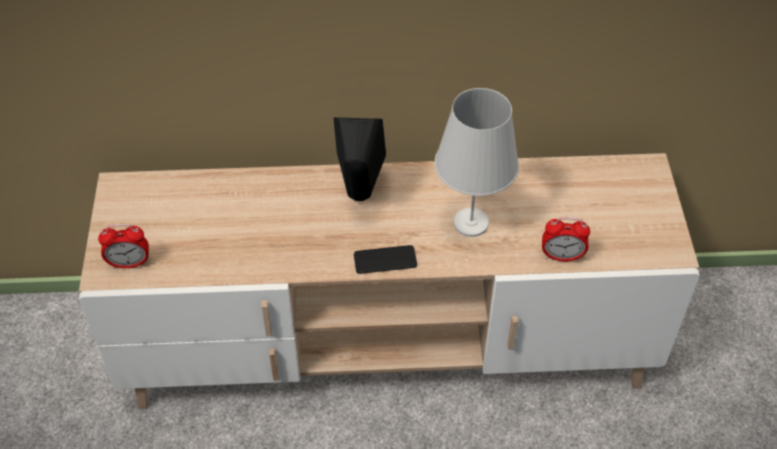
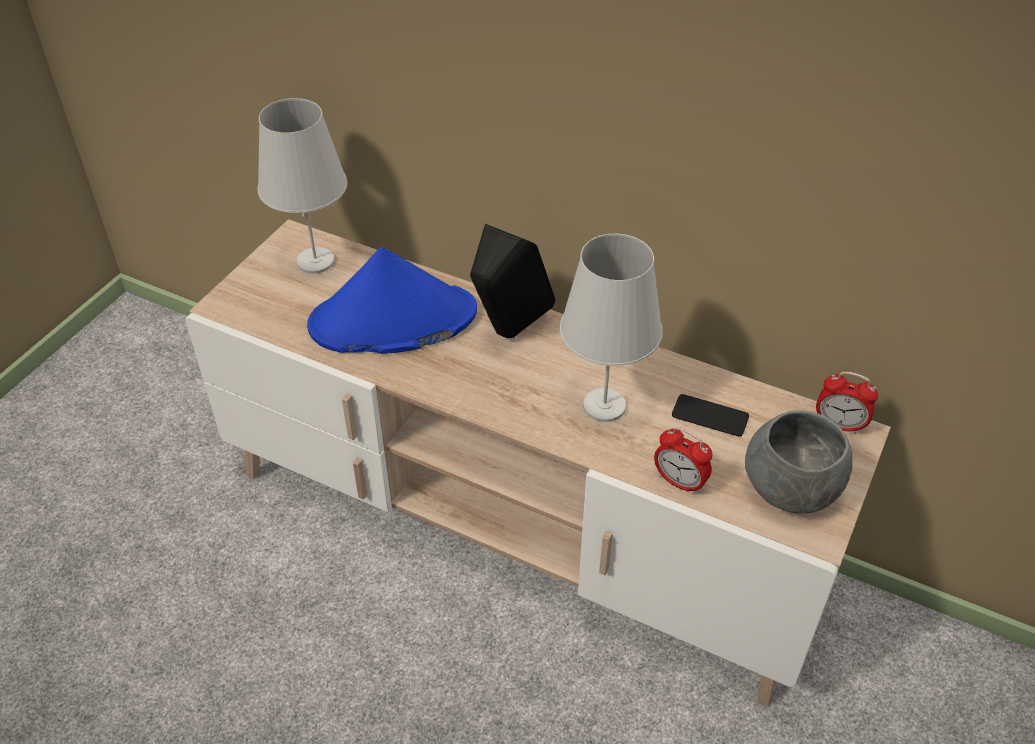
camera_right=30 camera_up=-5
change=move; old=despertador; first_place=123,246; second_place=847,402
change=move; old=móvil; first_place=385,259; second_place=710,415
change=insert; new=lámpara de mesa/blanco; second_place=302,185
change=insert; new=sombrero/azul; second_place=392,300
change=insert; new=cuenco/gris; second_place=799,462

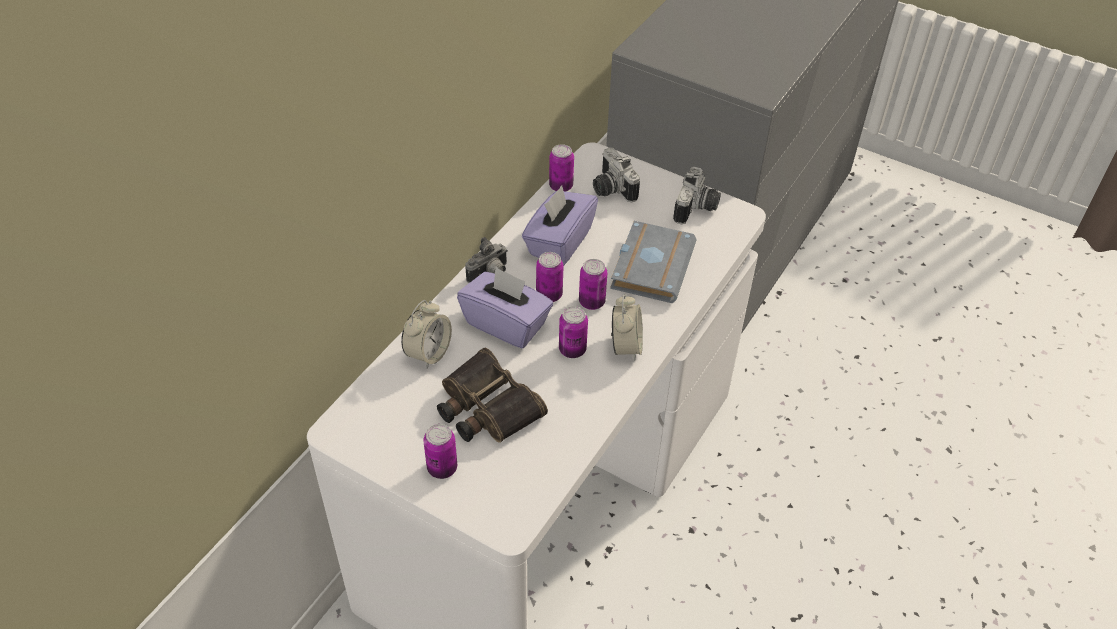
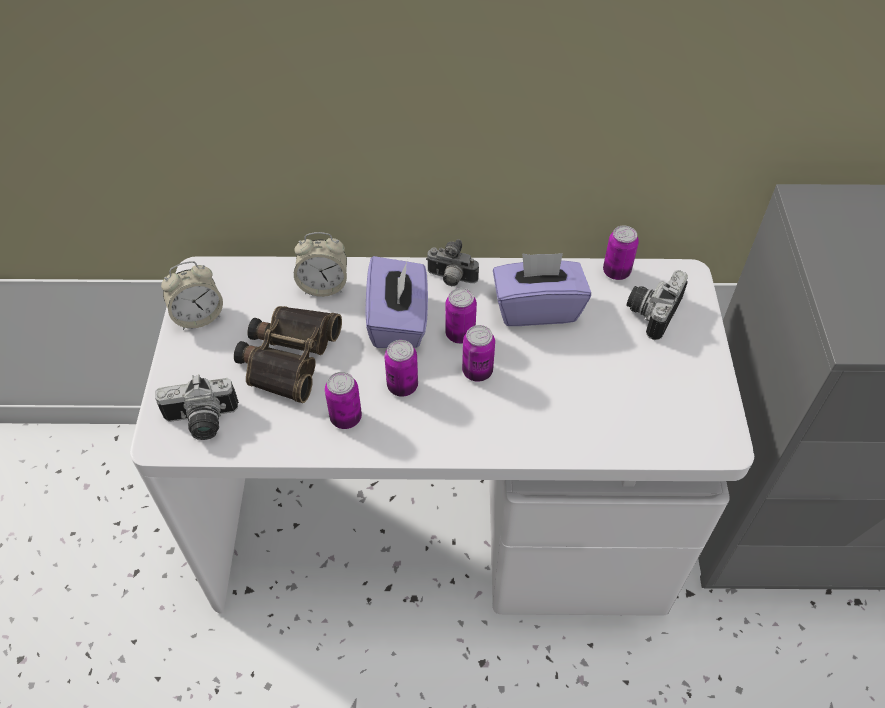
camera_right=60 camera_up=5
change=move; old=cámara; first_place=697,196; second_place=197,407
change=delete; old=libro/gris; first_place=653,262
change=move; old=despertador; first_place=627,327; second_place=192,295
change=move; old=lata; first_place=440,451; second_place=343,400

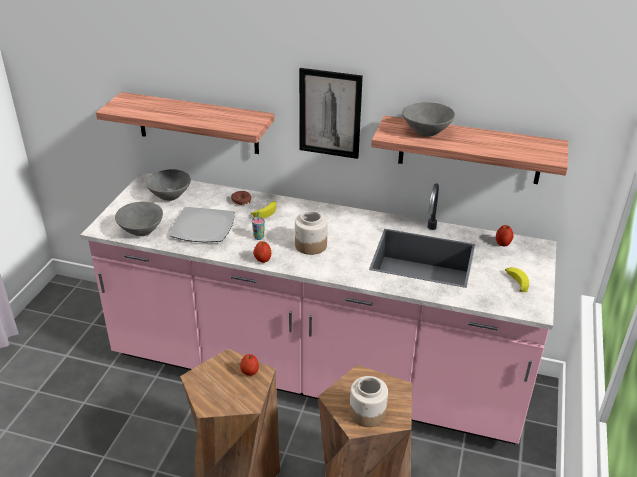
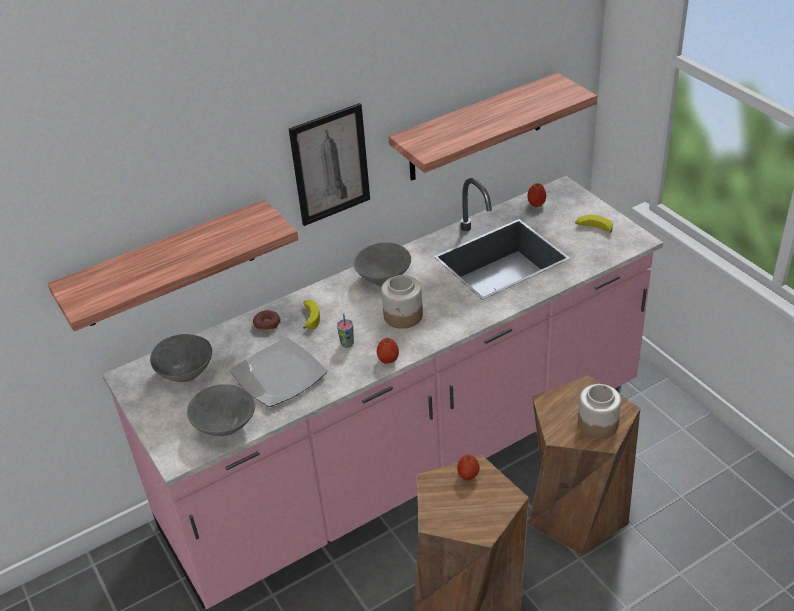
camera_right=-45 camera_up=5
change=move; old=cuenco/gris; first_place=428,119; second_place=382,264

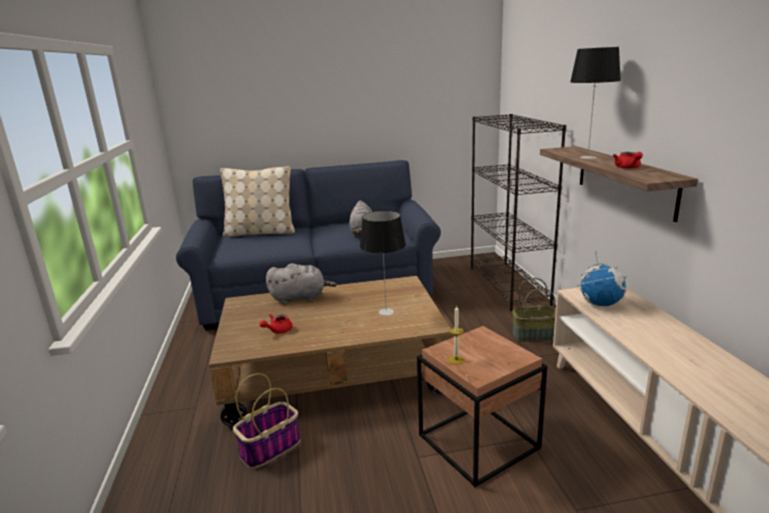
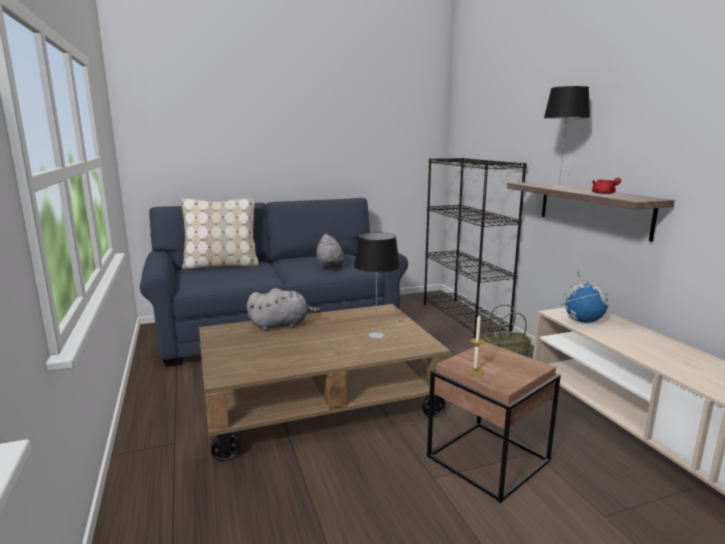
camera_right=-10 camera_up=-5
change=delete; old=tetera/rojo; first_place=276,323
change=delete; old=cesta; first_place=266,421

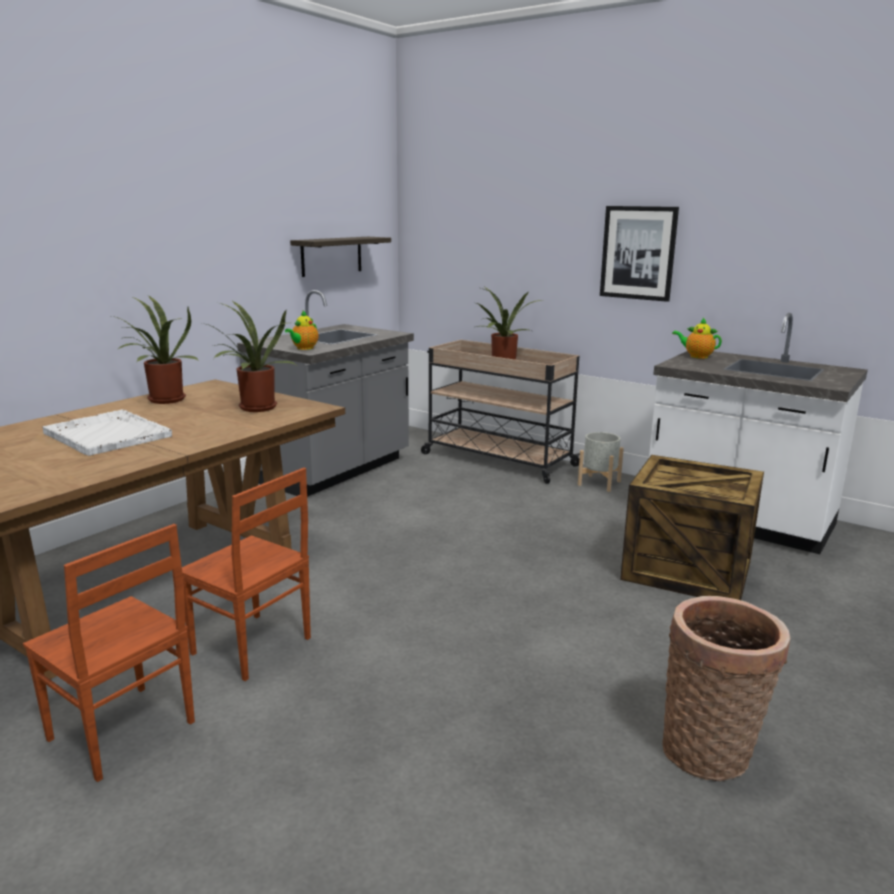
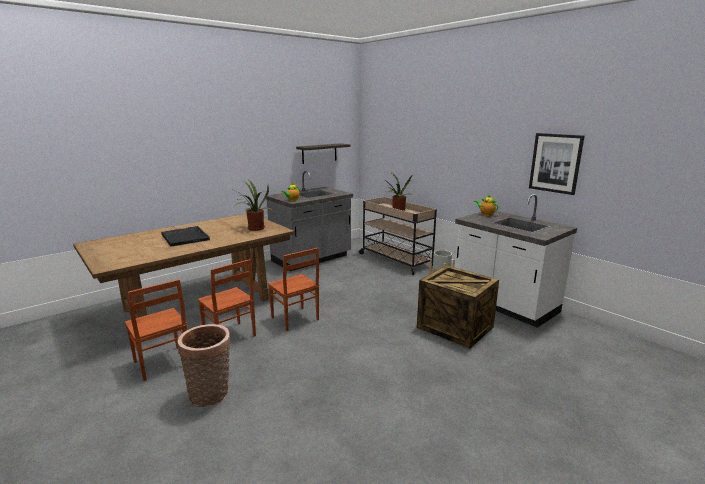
camera_right=15 camera_up=0
change=move; old=cuadro; first_place=639,254; second_place=557,164
change=delete; old=planta en maceta; first_place=155,350
change=recolor; old=bandeja/blanco; new=bandeja/negro; first_place=107,432; second_place=185,236
change=move; old=cesta; first_place=726,688; second_place=204,365
change=insert; new=silla/marrón; second_place=293,289

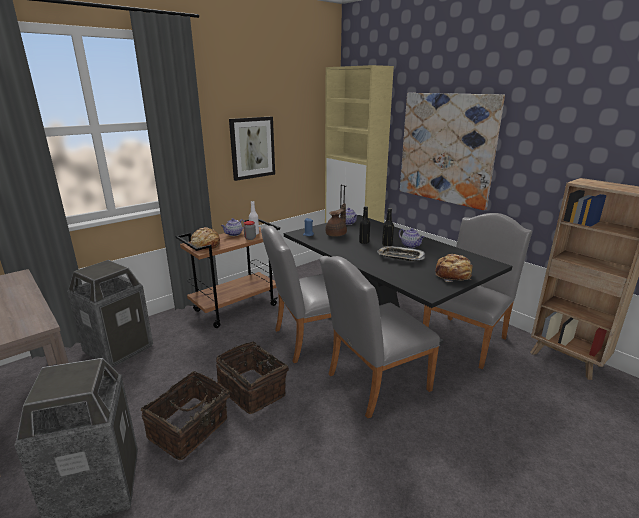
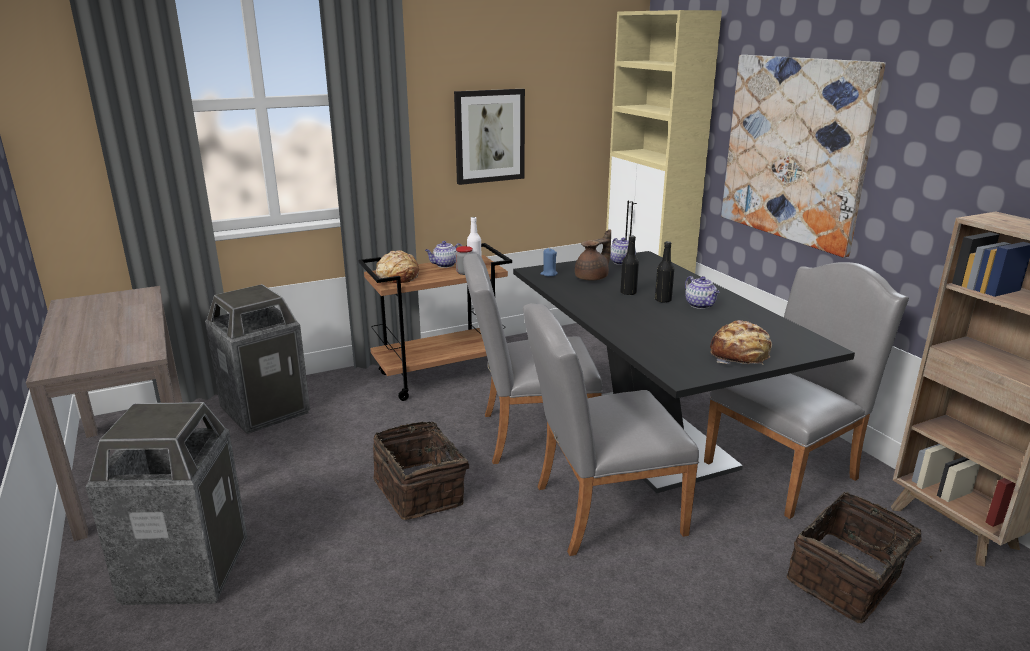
camera_right=15 camera_up=0
change=delete; old=bandeja; first_place=401,253
change=move; old=cesta; first_place=188,415; second_place=864,557

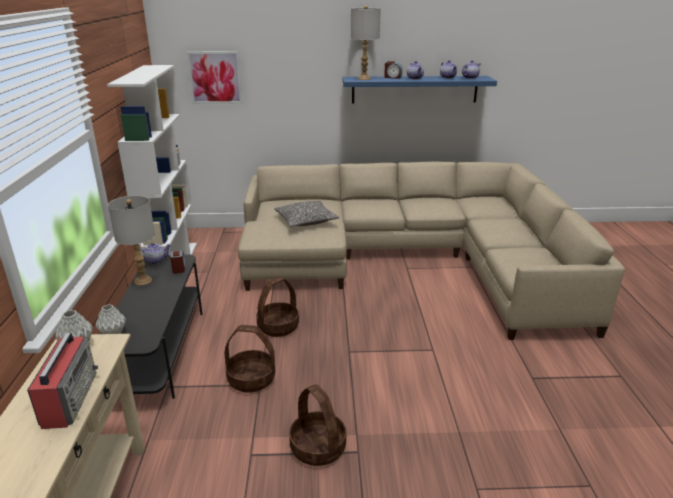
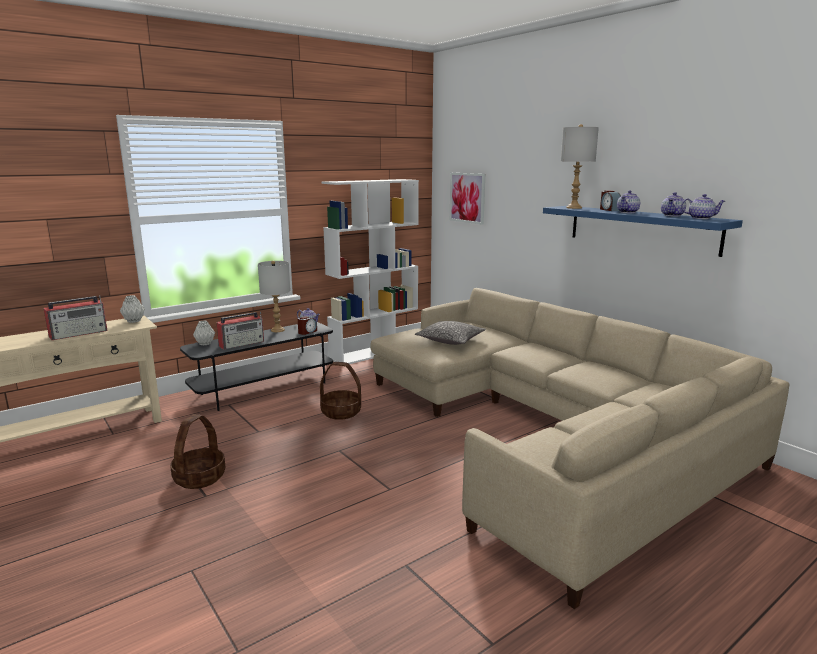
camera_right=55 camera_up=-10
change=delete; old=cesta; first_place=249,359
change=insert; new=radio; second_place=240,331

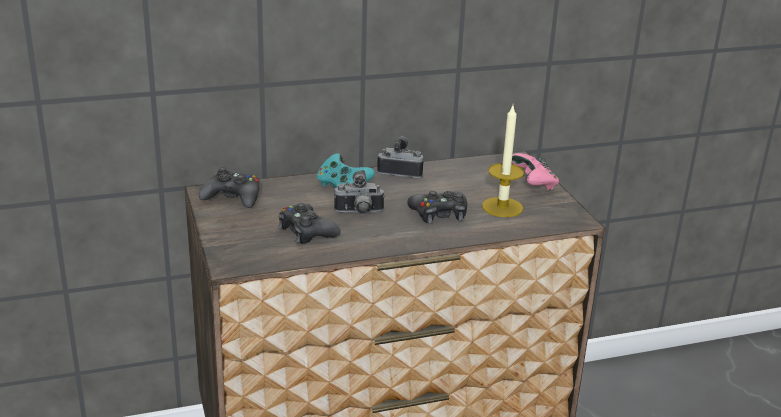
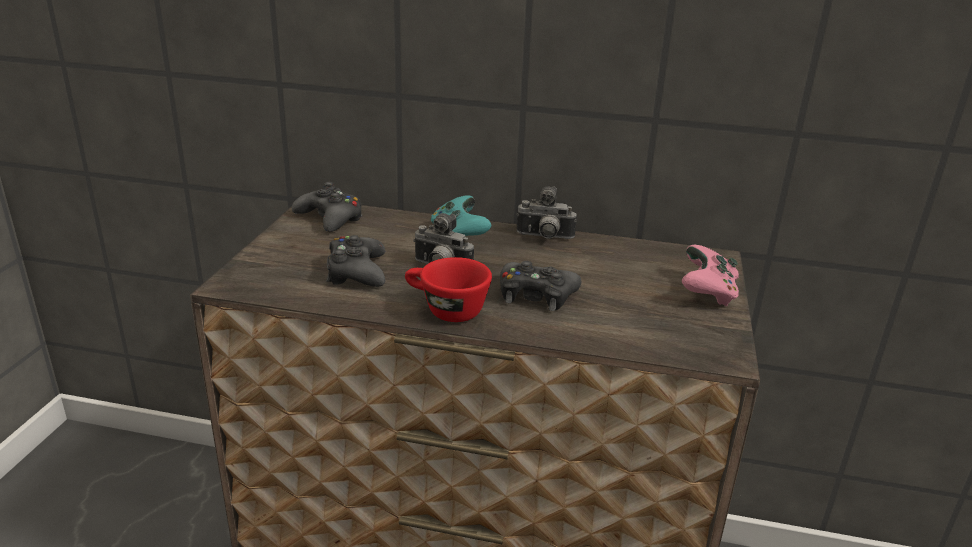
camera_right=30 camera_up=0
change=delete; old=vela; first_place=503,161
change=rotate; old=cámara; first_place=400,156; second_place=546,212; degrees=150
change=insert; new=taza/rojo; second_place=448,289

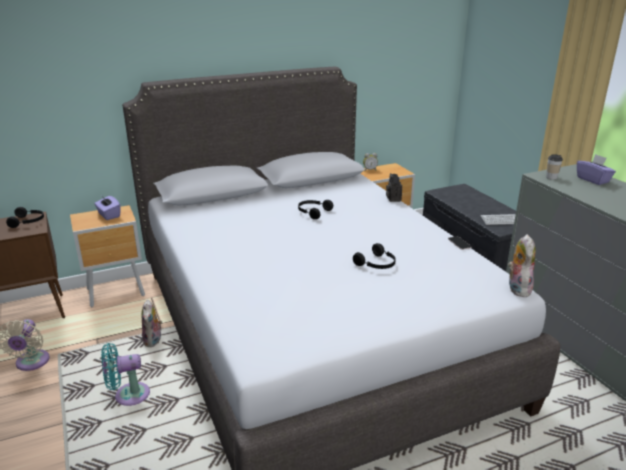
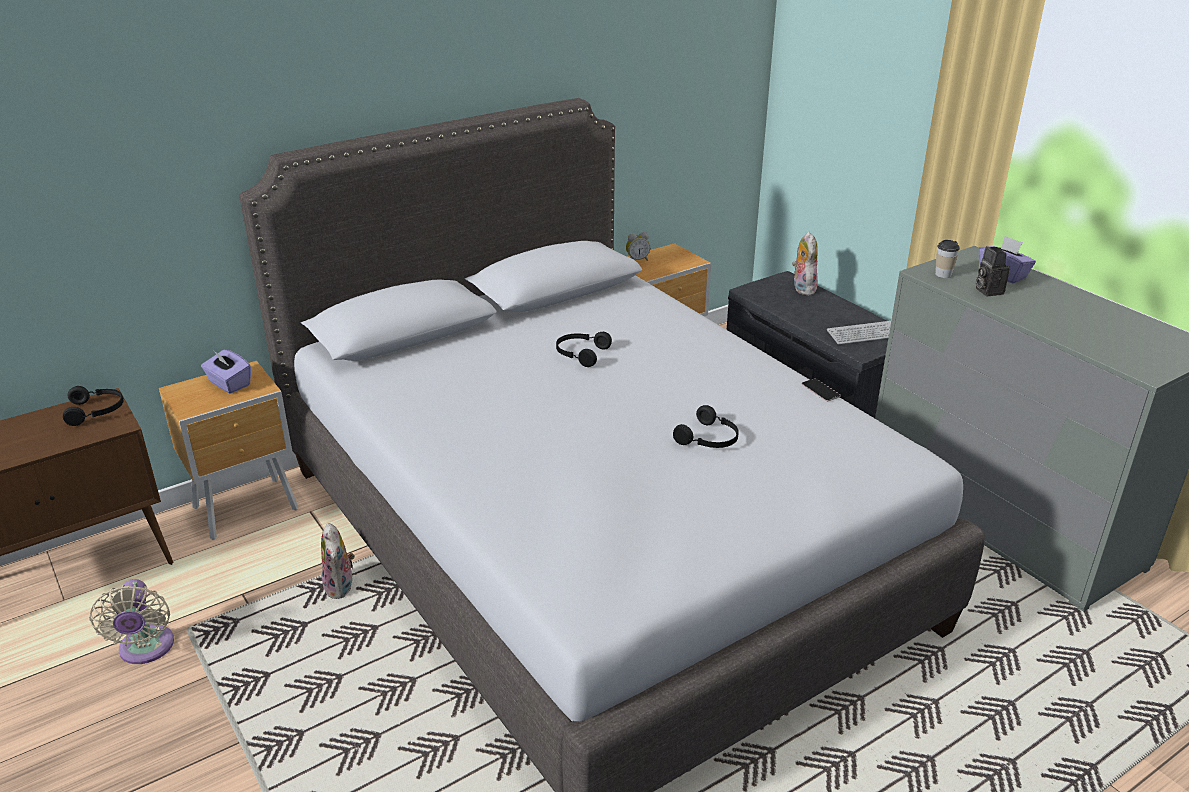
camera_right=-10 camera_up=5
change=move; old=cámara; first_place=394,187; second_place=993,271
change=move; old=peluche; first_place=522,265; second_place=805,263
change=delete; old=ventilador/turquesa; first_place=125,374

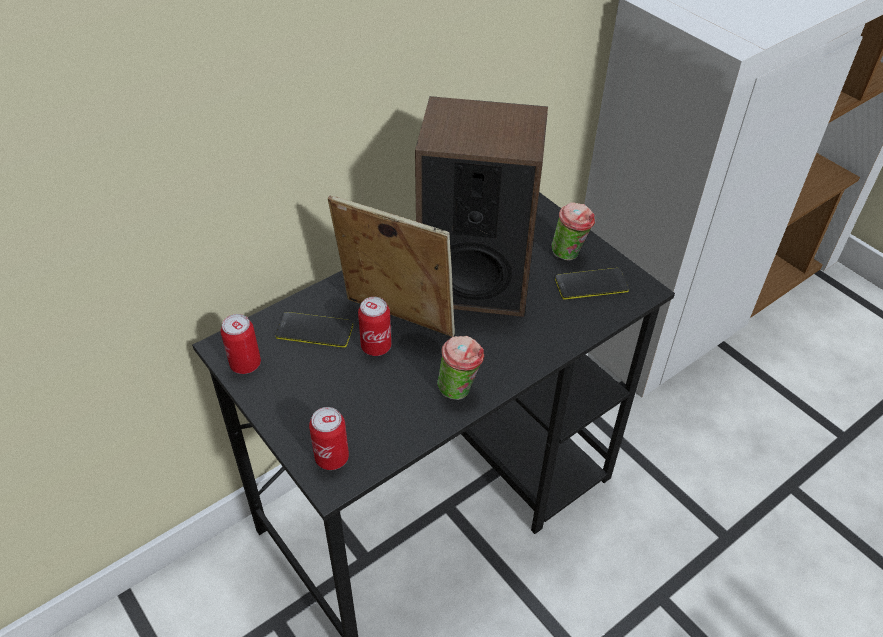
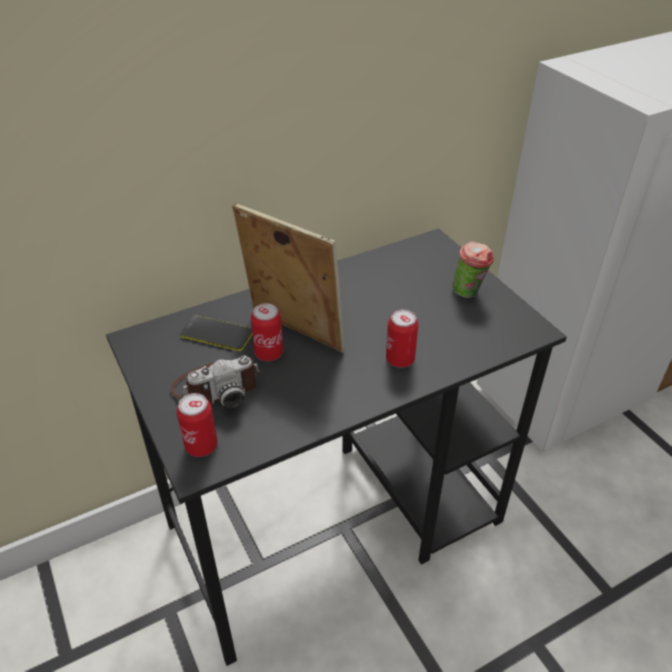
camera_right=10 camera_up=-5
change=delete; old=altavoz; first_place=481,206
change=delete; old=móvil; first_place=592,284
change=move; old=lata; first_place=241,344; second_place=402,338
change=delete; old=taza; first_place=460,368
change=insert; new=cámara; second_place=216,382

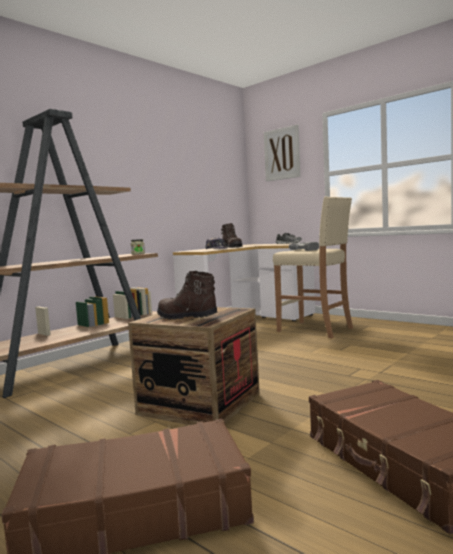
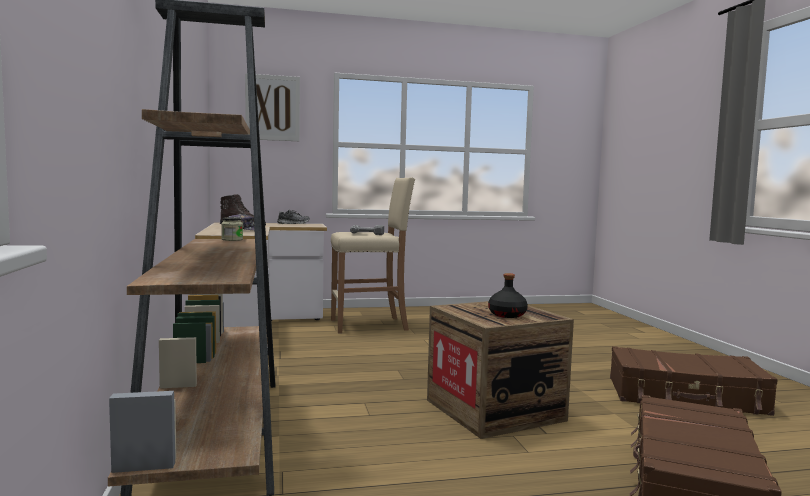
camera_right=-55 camera_up=0
change=replace; old=bota/marrón; new=botella/negro; first_place=187,295; second_place=508,295

